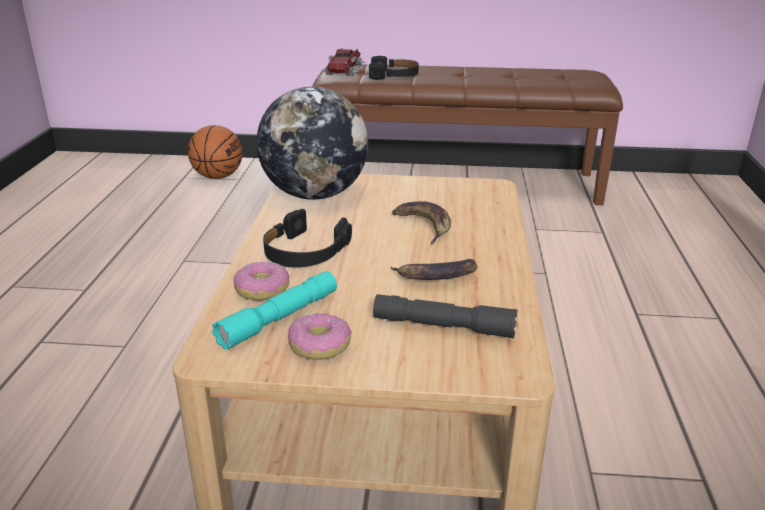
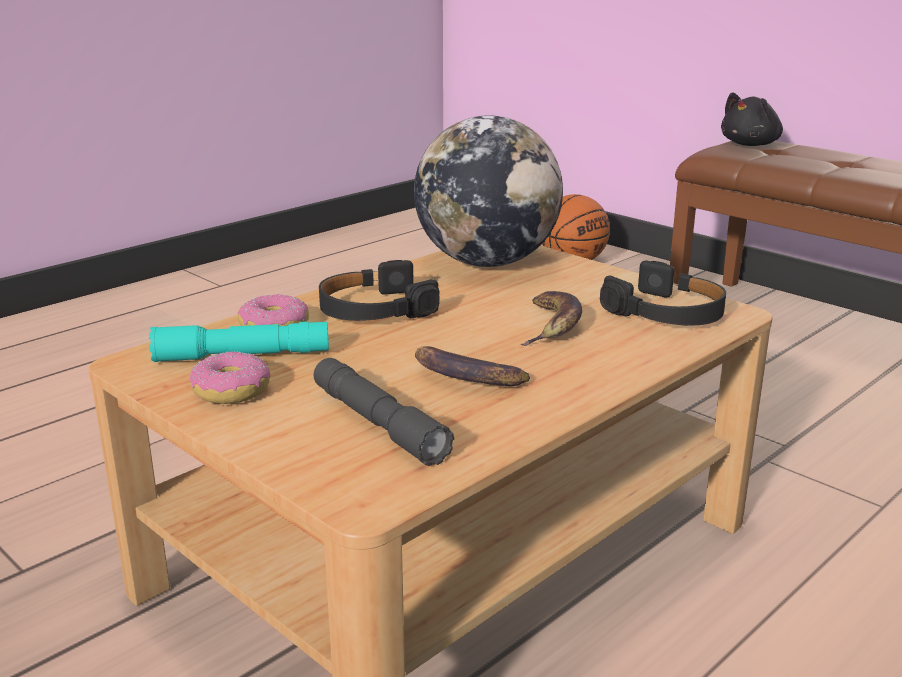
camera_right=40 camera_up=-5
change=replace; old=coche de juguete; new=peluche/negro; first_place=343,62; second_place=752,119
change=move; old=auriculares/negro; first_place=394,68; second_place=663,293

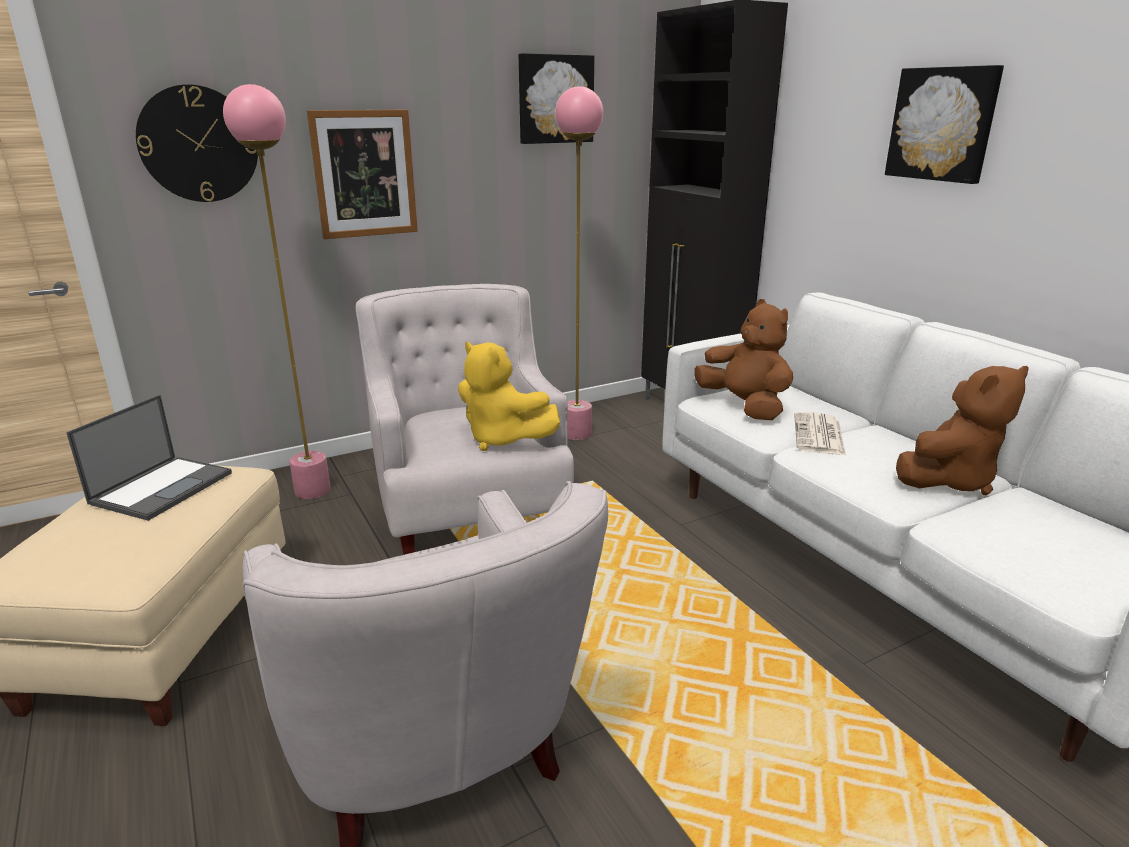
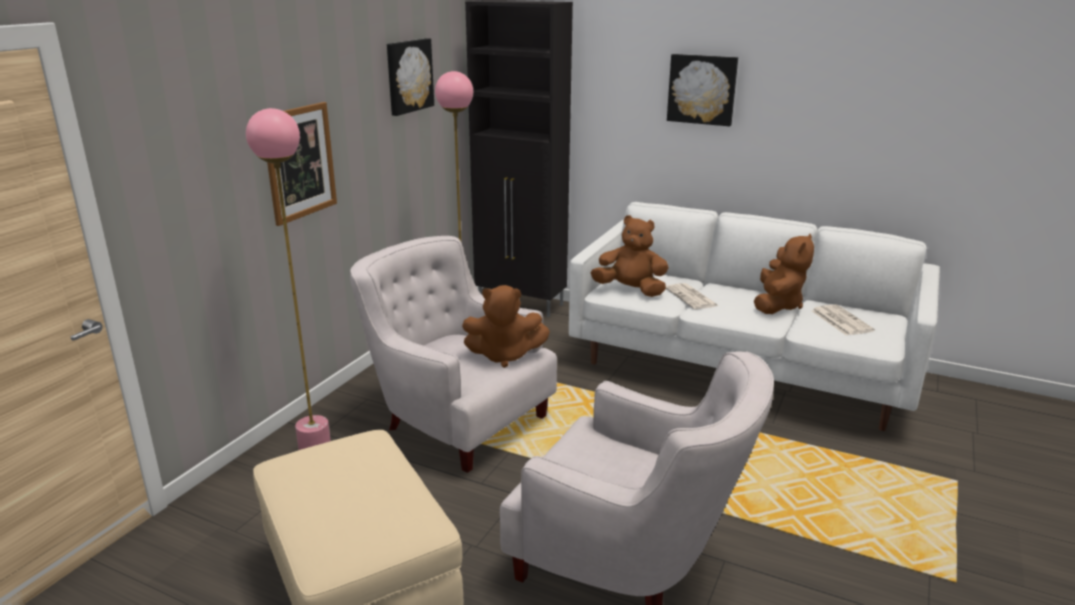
camera_right=-35 camera_up=0
change=delete; old=reloj de pared; first_place=197,143
change=recolor; old=peluche/amarillo; new=peluche/marrón; first_place=509,396; second_place=506,326
change=delete; old=portátil; first_place=149,458
change=insert; new=periódico; second_place=843,319

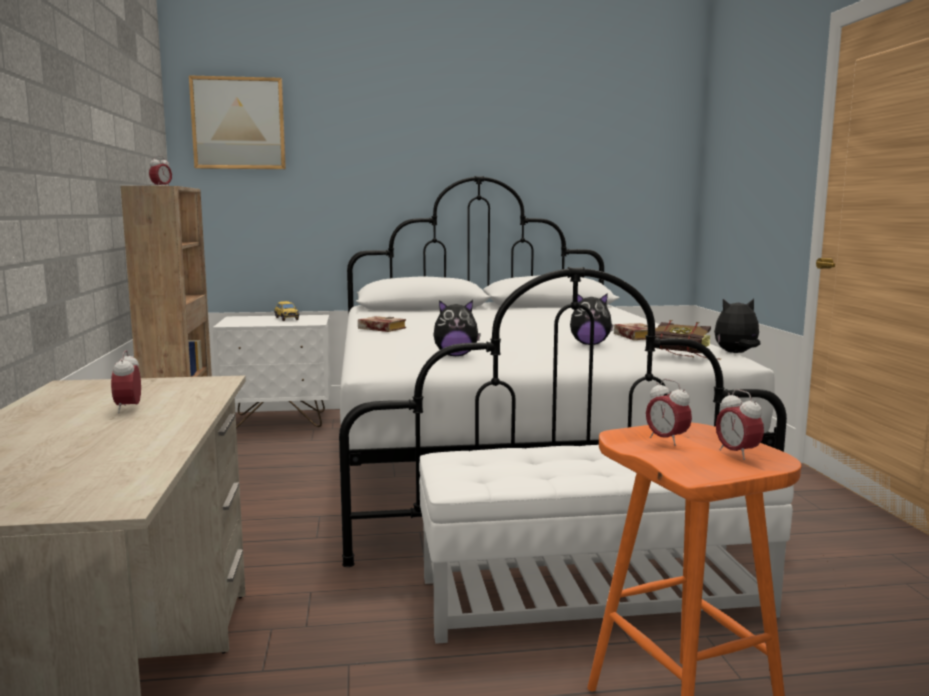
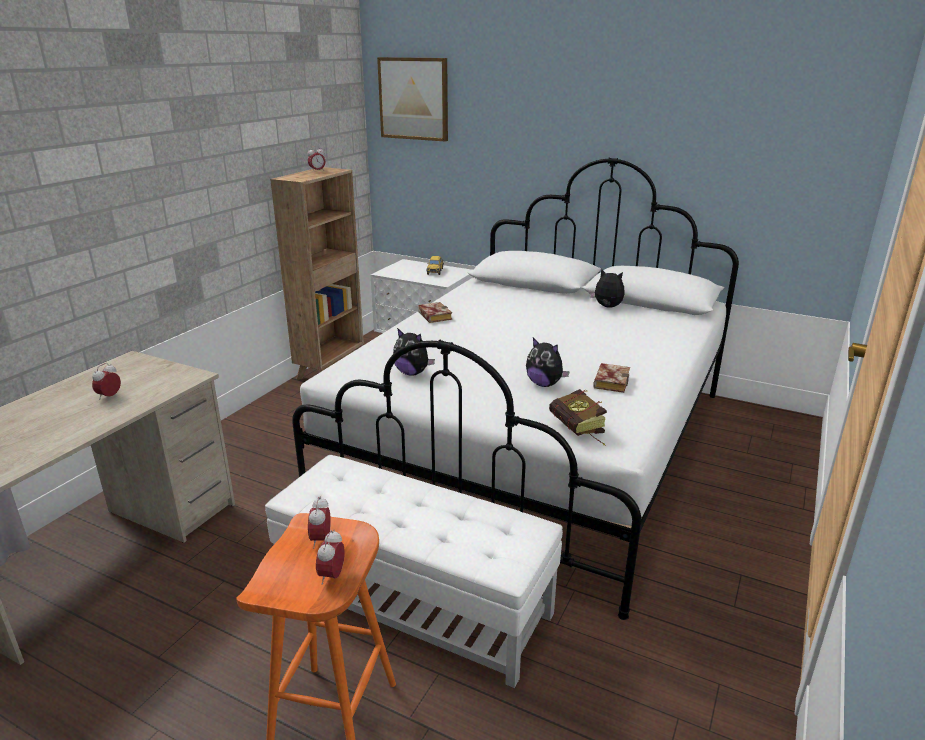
camera_right=35 camera_up=15
change=move; old=peluche; first_place=737,326; second_place=607,288

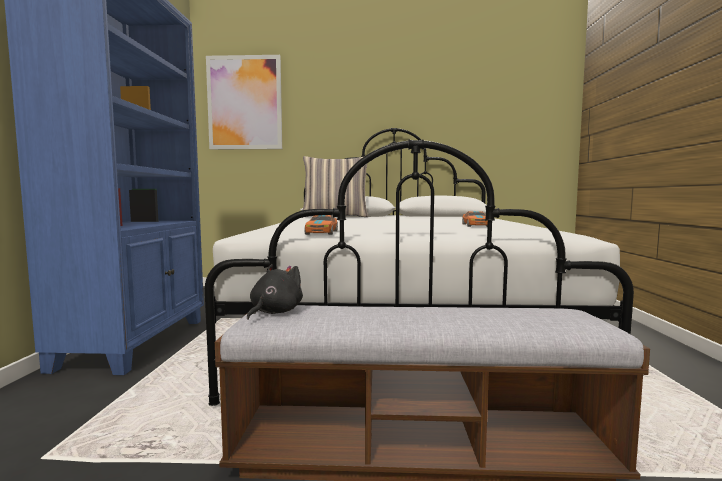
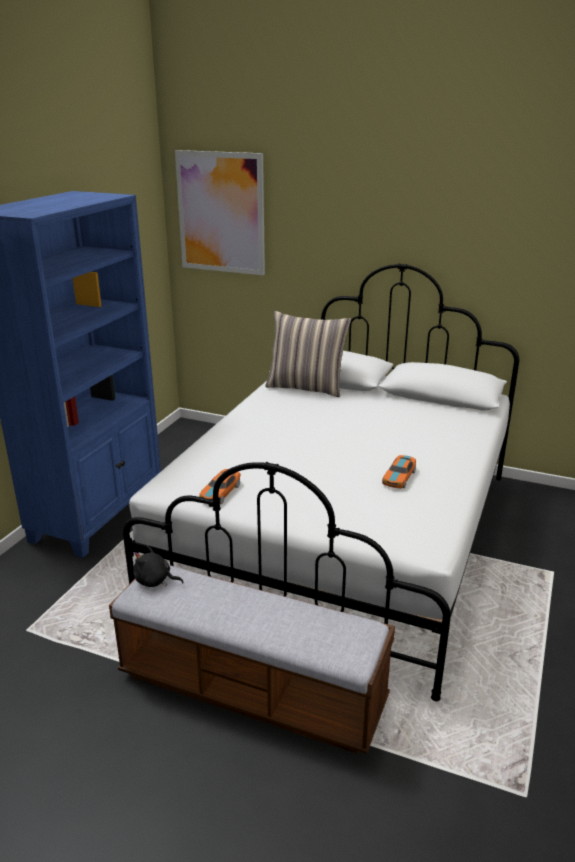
camera_right=20 camera_up=20
change=rotate; old=peluche/negro; first_place=275,292; second_place=158,566; degrees=-120

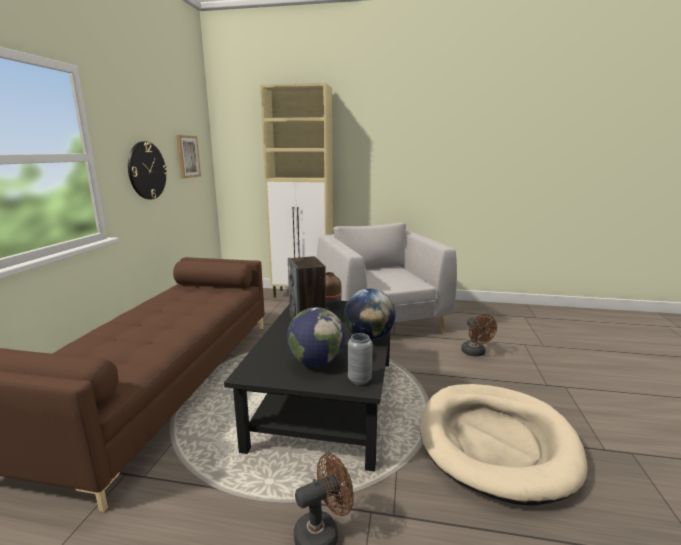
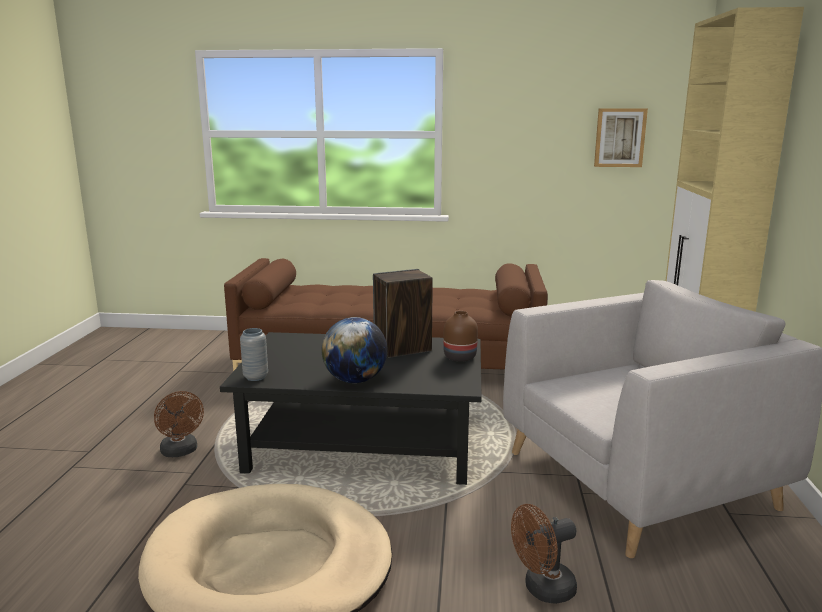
camera_right=85 camera_up=0
change=delete; old=reloj de pared; first_place=148,170
change=delete; old=globo terráqueo; first_place=316,337

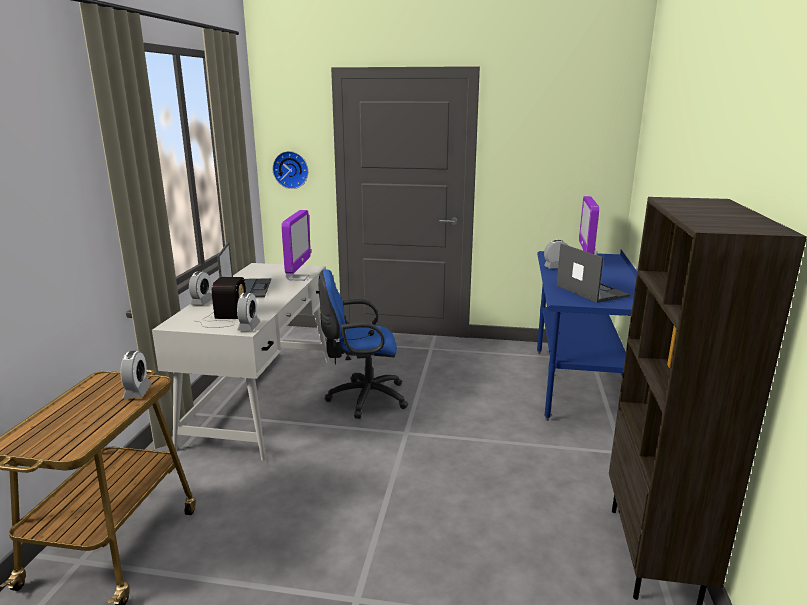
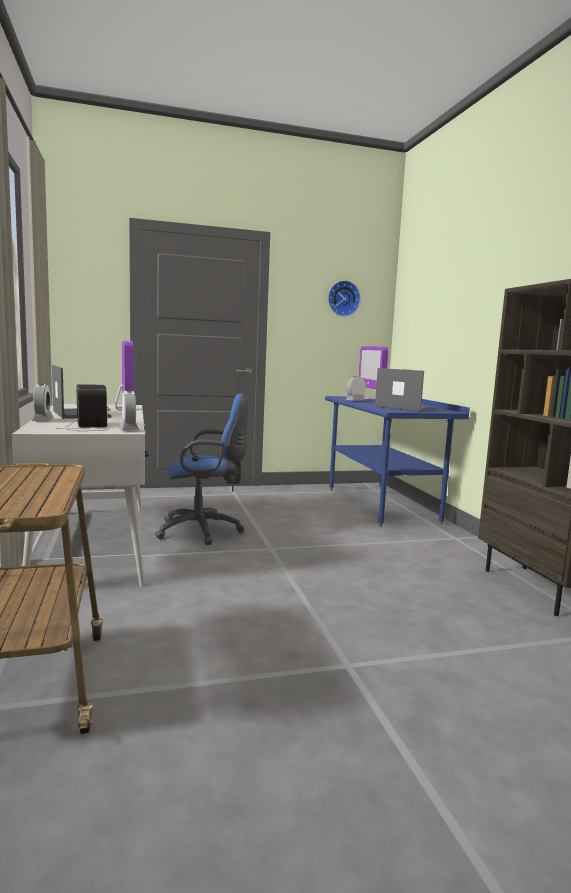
camera_right=-25 camera_up=-10
change=move; old=reloj de pared; first_place=290,170; second_place=344,298
change=rotate; old=silla de oficina/azul; first_place=363,344; second_place=201,469; degrees=-150
change=delete; old=despertador; first_place=136,375

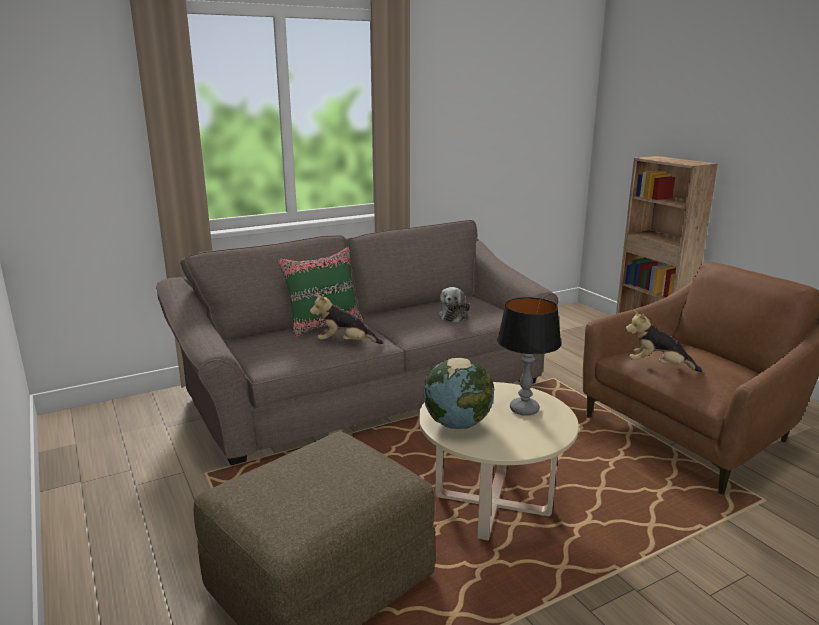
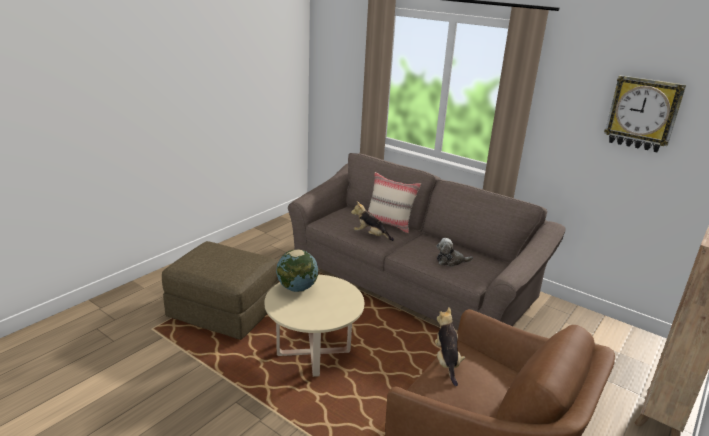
camera_right=65 camera_up=5
change=recolor; old=cojín/verde; new=cojín/beis; first_place=320,292; second_place=394,202
change=rotate; old=peluche; first_place=346,318; second_place=372,221; degrees=-45
change=delete; old=lámpara de mesa; first_place=529,356
change=insert; new=reloj de pared; second_place=645,113

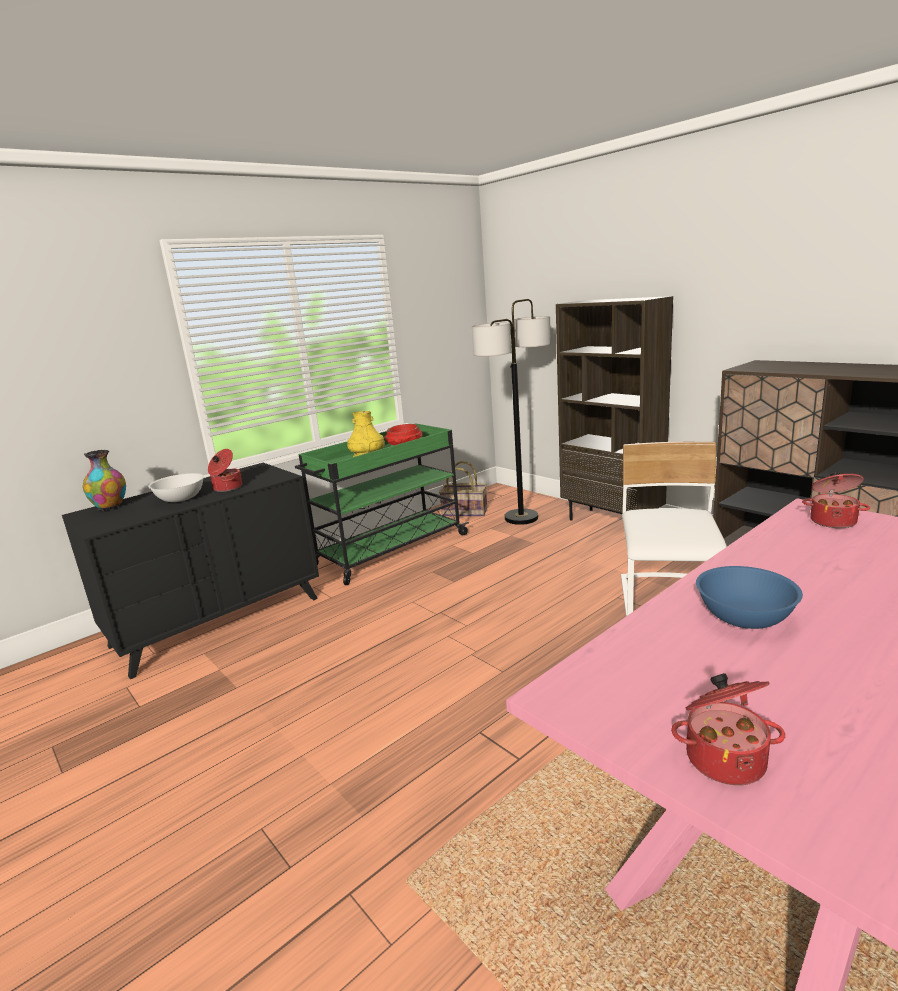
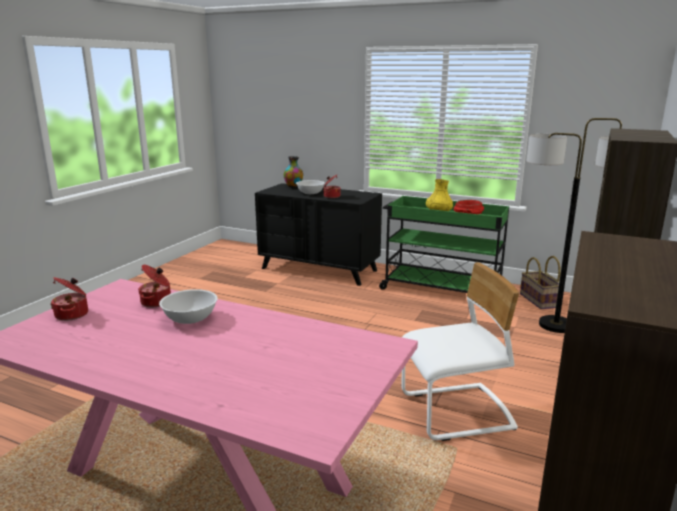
camera_right=65 camera_up=0
change=move; old=olla; first_place=836,500; second_place=154,286
change=recolor; old=cuenco/azul; new=cuenco/blanco; first_place=749,597; second_place=188,306

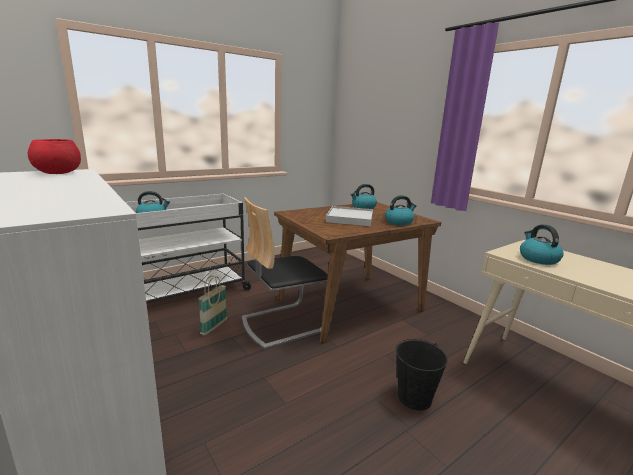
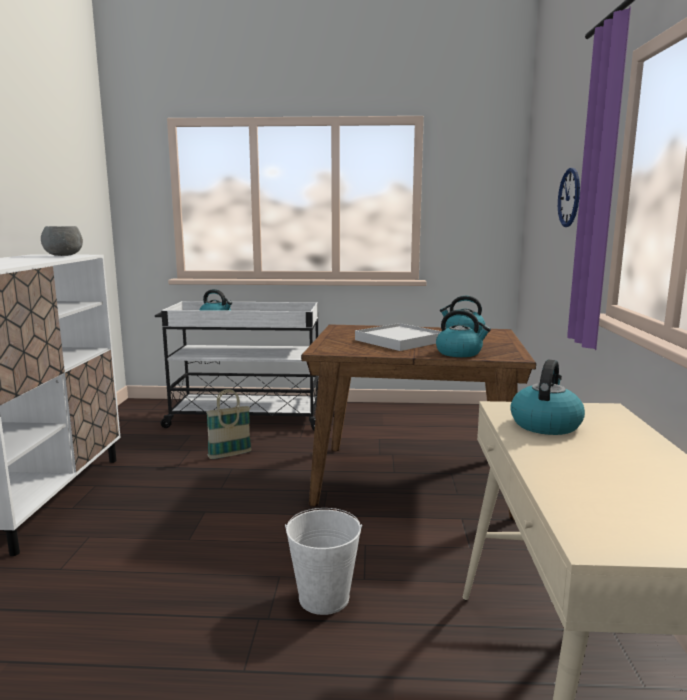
camera_right=40 camera_up=-5
change=recolor; old=cuenco/rojo; new=cuenco/gris; first_place=54,156; second_place=62,241
change=delete; old=silla; first_place=285,273
change=recolor; old=cubo/negro; new=cubo/blanco; first_place=422,374; second_place=323,561
change=insert; new=reloj de pared; second_place=569,197

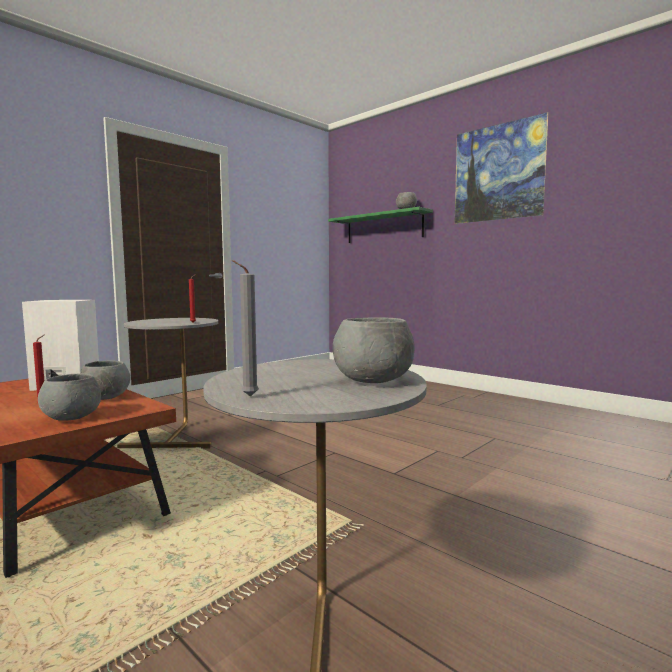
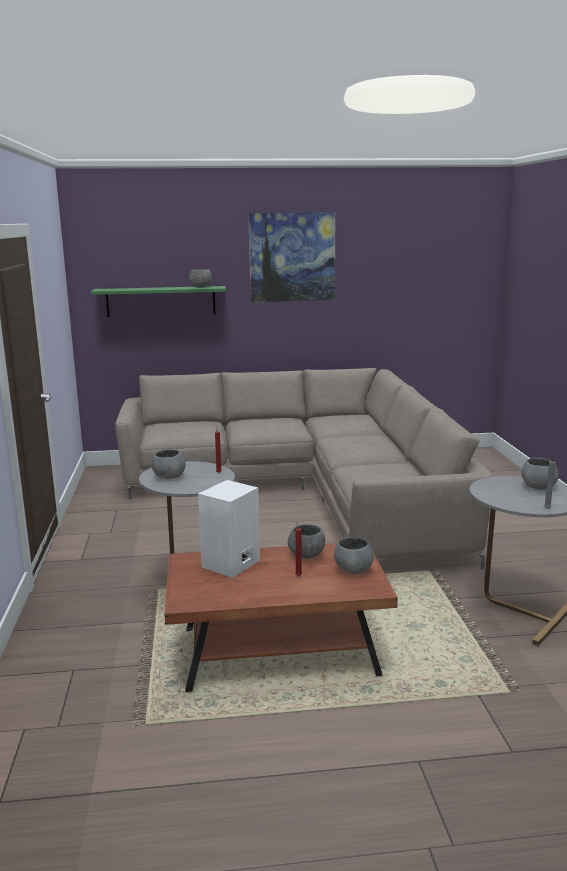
camera_right=-50 camera_up=10
change=insert; new=sofá/beis; second_place=304,469
change=insert; new=cuenco/gris; second_place=168,464

